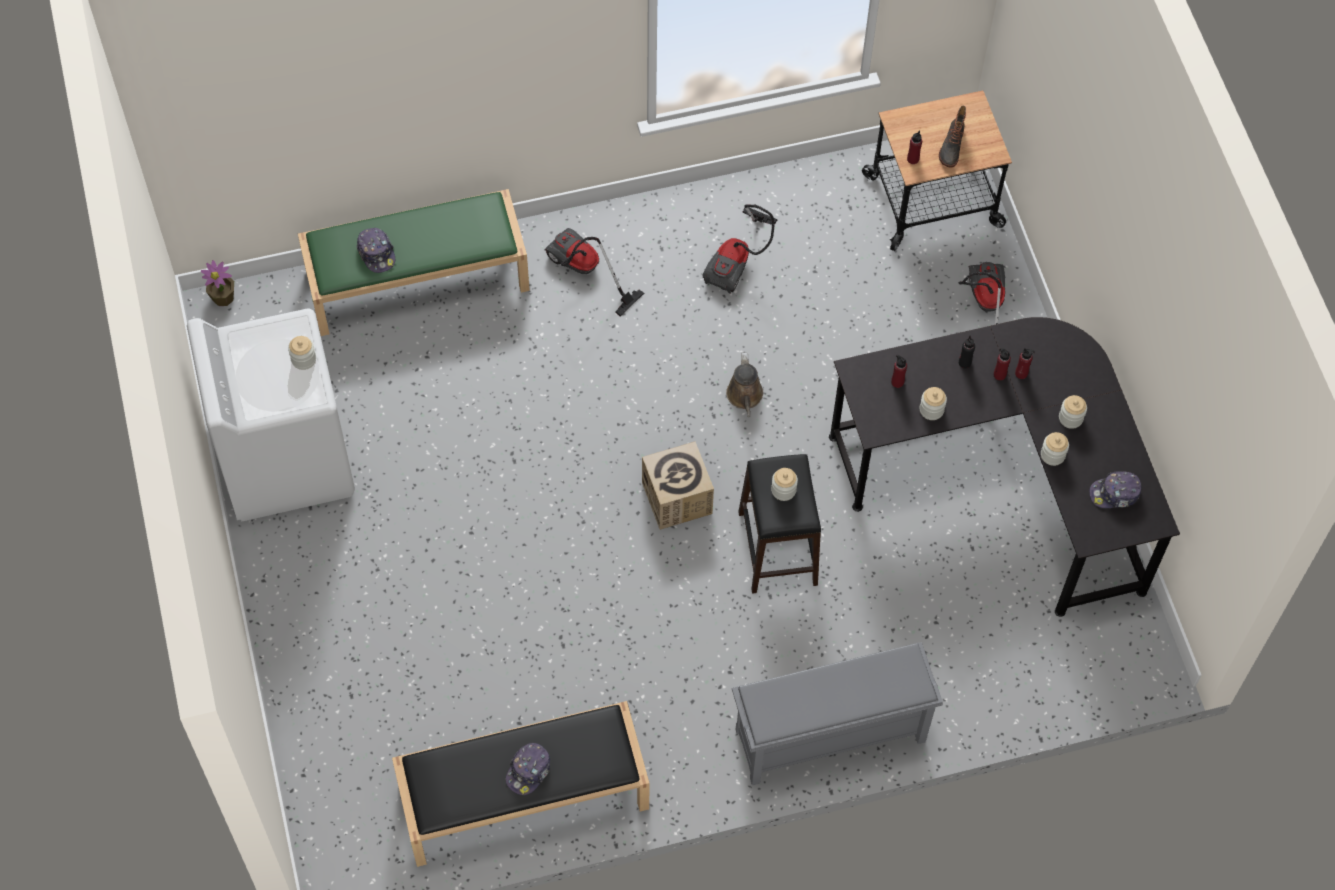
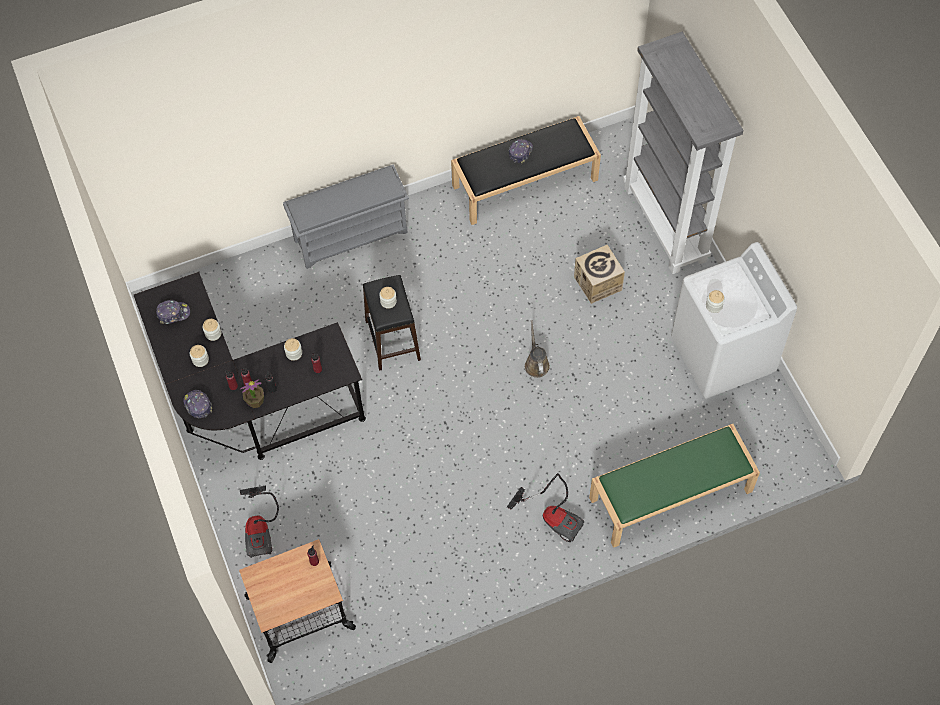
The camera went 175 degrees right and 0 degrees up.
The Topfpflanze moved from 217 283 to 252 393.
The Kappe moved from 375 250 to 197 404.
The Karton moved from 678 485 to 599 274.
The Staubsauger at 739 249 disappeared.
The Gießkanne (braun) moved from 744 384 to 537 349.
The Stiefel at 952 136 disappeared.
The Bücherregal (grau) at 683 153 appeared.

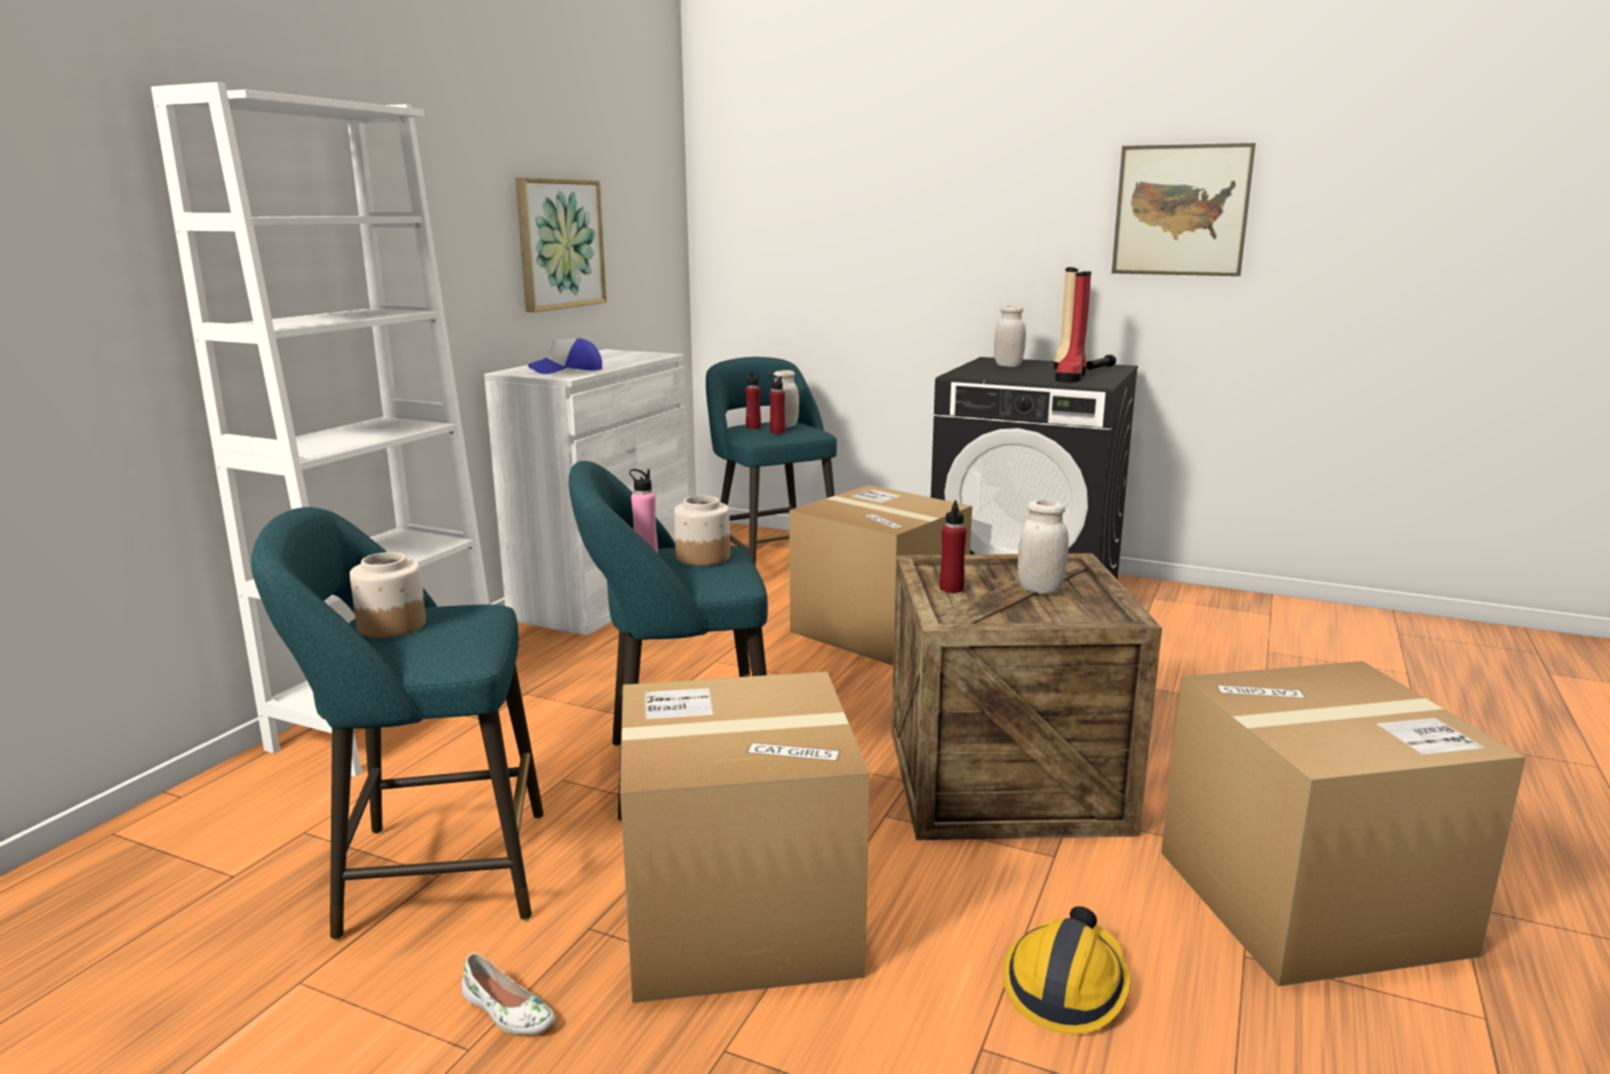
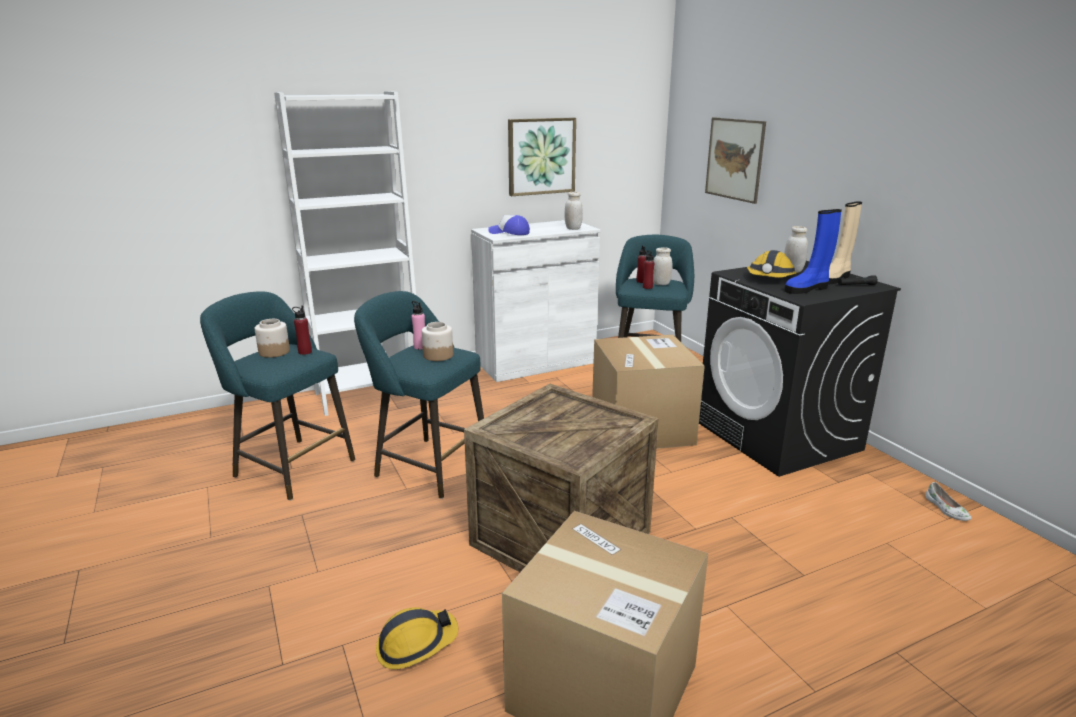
The camera went 40 degrees right and 5 degrees up.
The Schuh (weiß) moved from 508 994 to 948 501.
The Karton at 745 837 disappeared.
The Flasche (rot) moved from 953 547 to 302 330.
The Vorratsglas (weiß) moved from 1043 547 to 574 211.
The Stiefel (rot) at 1073 326 became the Stiefel (blau) at 813 251.
The Bild moved from 1184 209 to 735 160.
The Schutzhelm at 772 264 appeared.

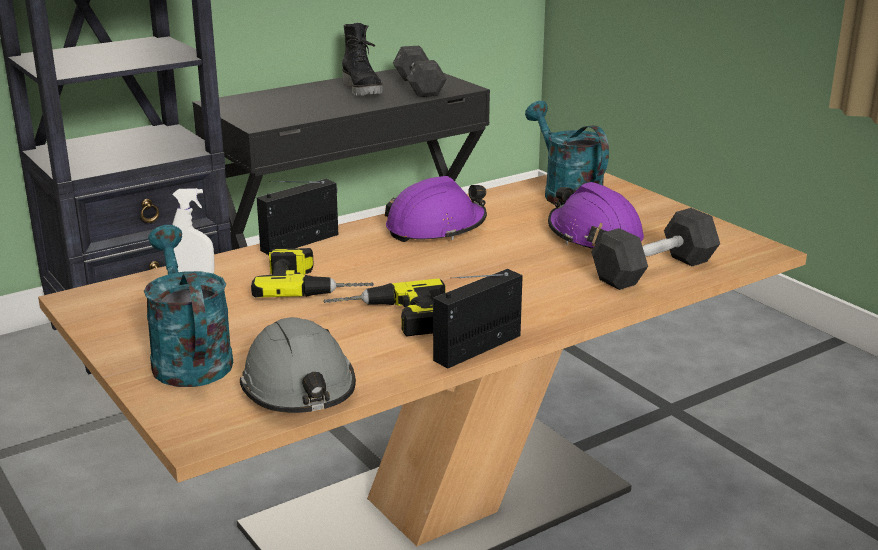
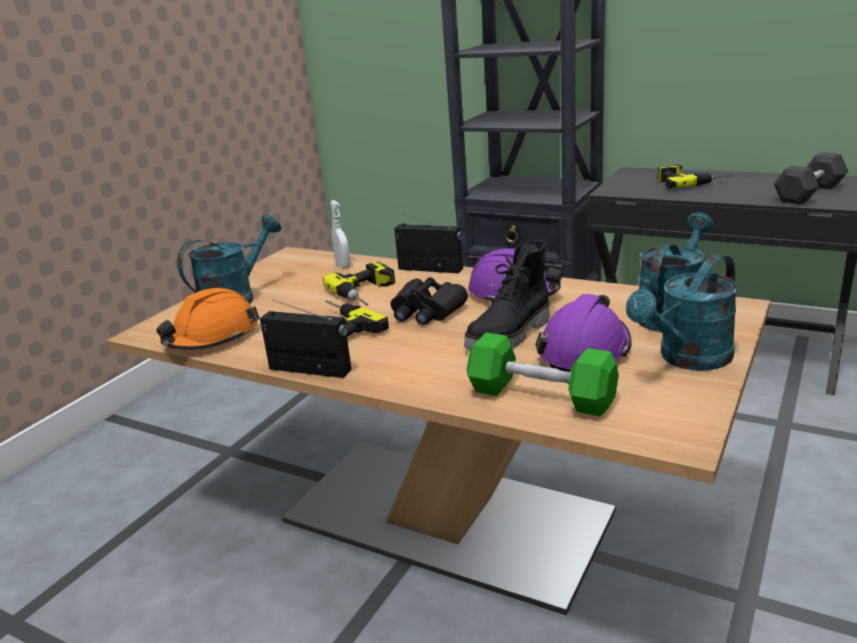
The camera went 65 degrees right and 0 degrees up.
The Schutzhelm (grau) at 298 365 became the Schutzhelm (orange) at 208 319.
The Stiefel (schwarz) moved from 362 59 to 506 295.
The Hantel (grau) at 655 249 became the Hantel (grün) at 542 374.
The Fernglas (schwarz) at 429 301 appeared.
The Gießkanne (türkis) at 682 312 appeared.
The Bohrmaschine at 695 177 appeared.

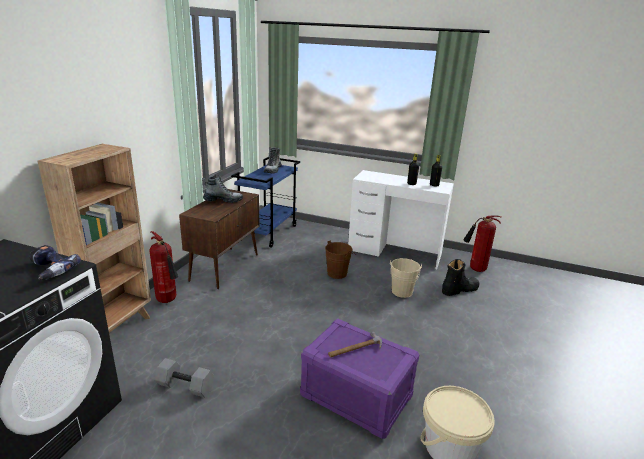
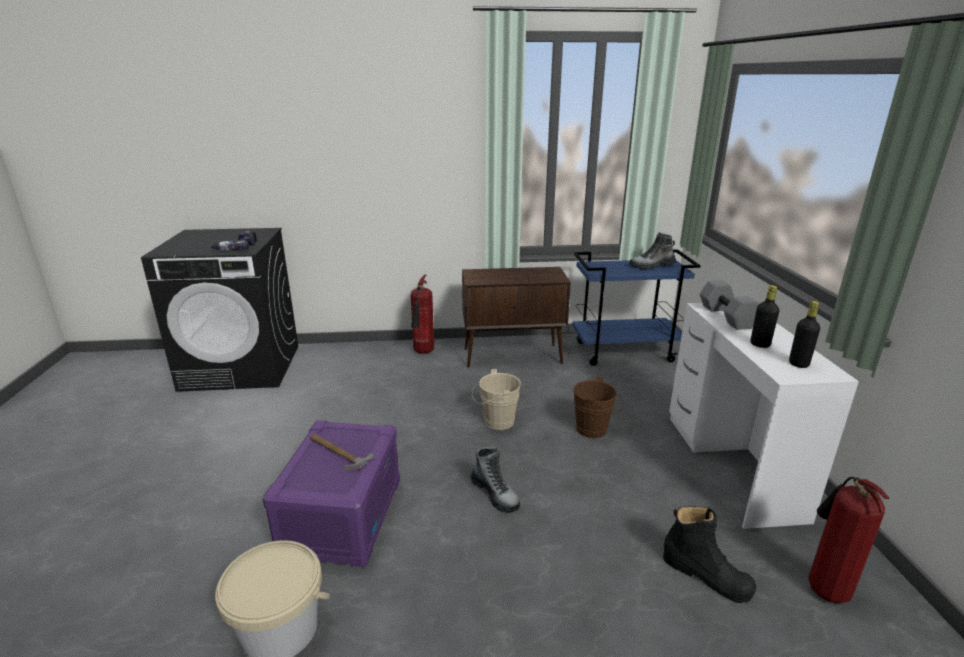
The camera went 65 degrees right and 0 degrees up.
The Bücherregal (braun) at 94 238 disappeared.
The Hantel (grau) moved from 184 378 to 729 305.
The Stiefel moved from 223 188 to 495 480.
The Eimer (beige) moved from 406 278 to 496 399.

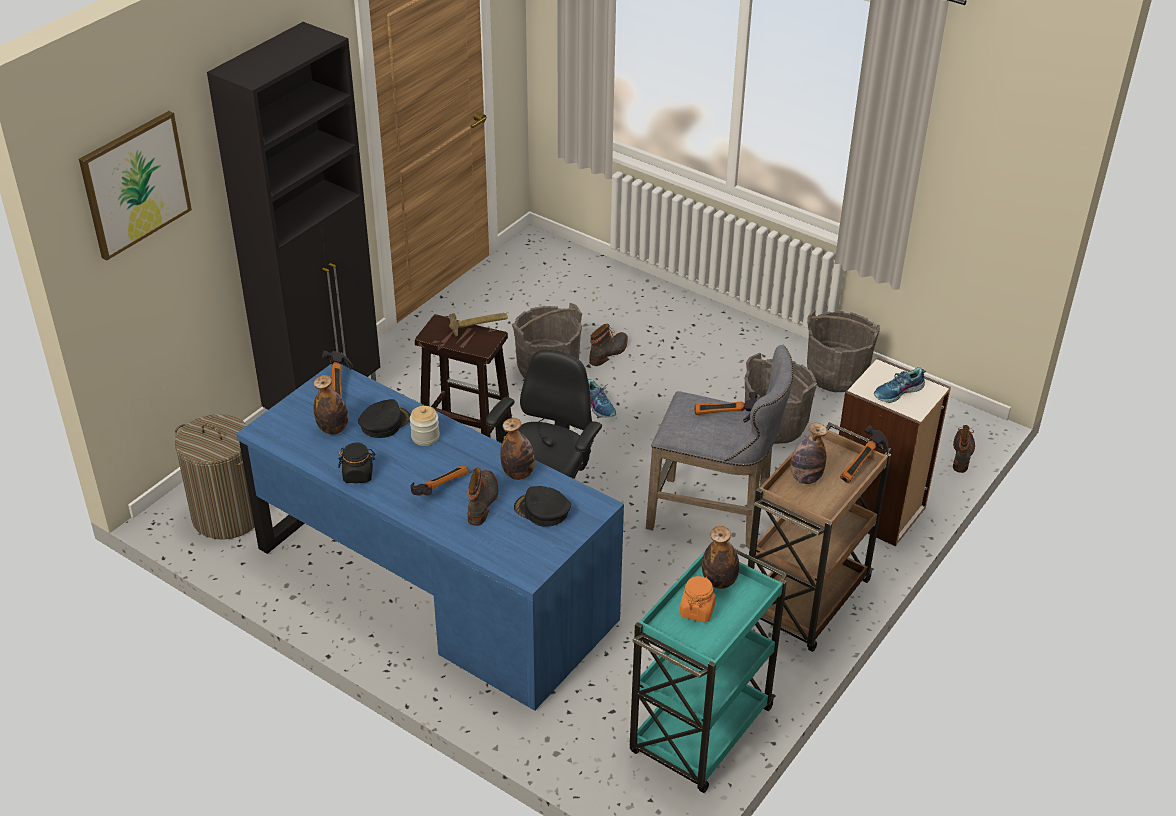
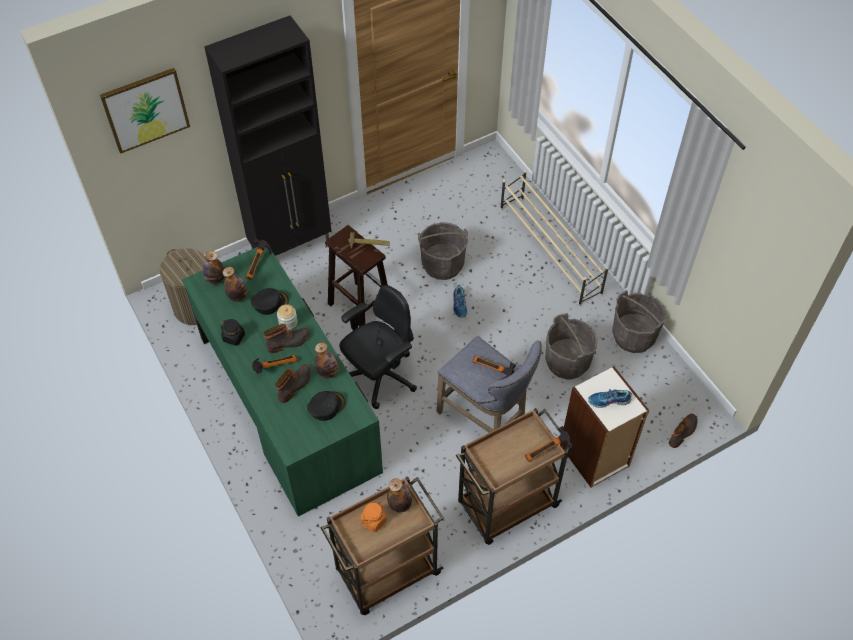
The camera went 25 degrees right and 15 degrees up.
The Schreibtisch (blau) at 430 537 became the Schreibtisch (grün) at 282 382.
The Kappe (schwarz) at 542 506 turned 90 degrees clockwise.
The Stiefel moved from 608 345 to 286 338.
The Rollwagen (türkis) at 708 668 became the Rollwagen (braun) at 382 545.
The Flasche moved from 808 453 to 213 268.
The Schuhregal (beige) at 554 238 appeared.

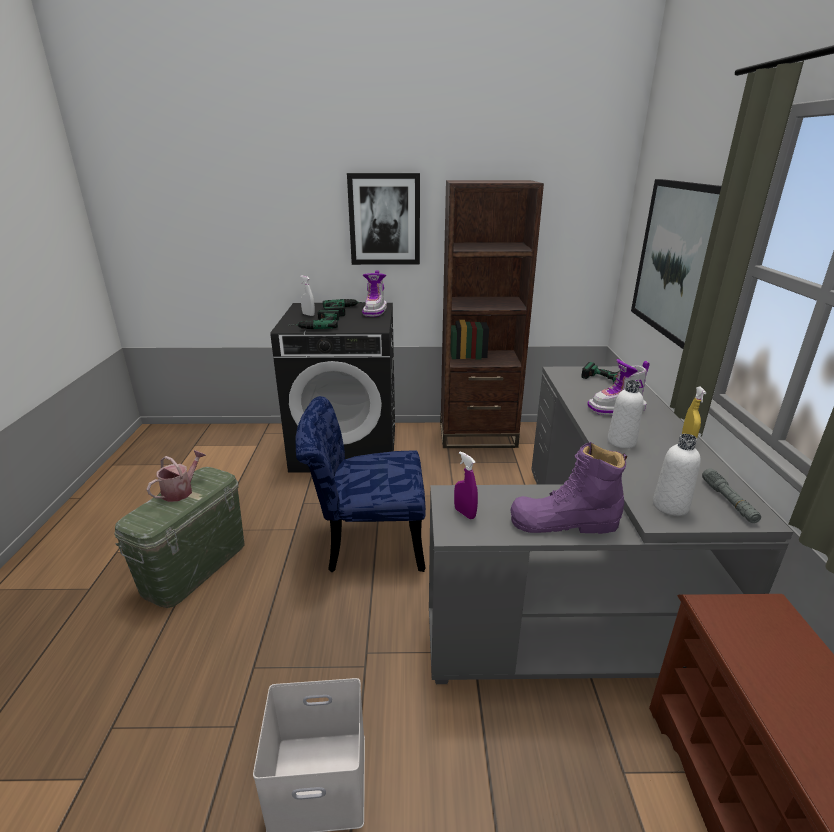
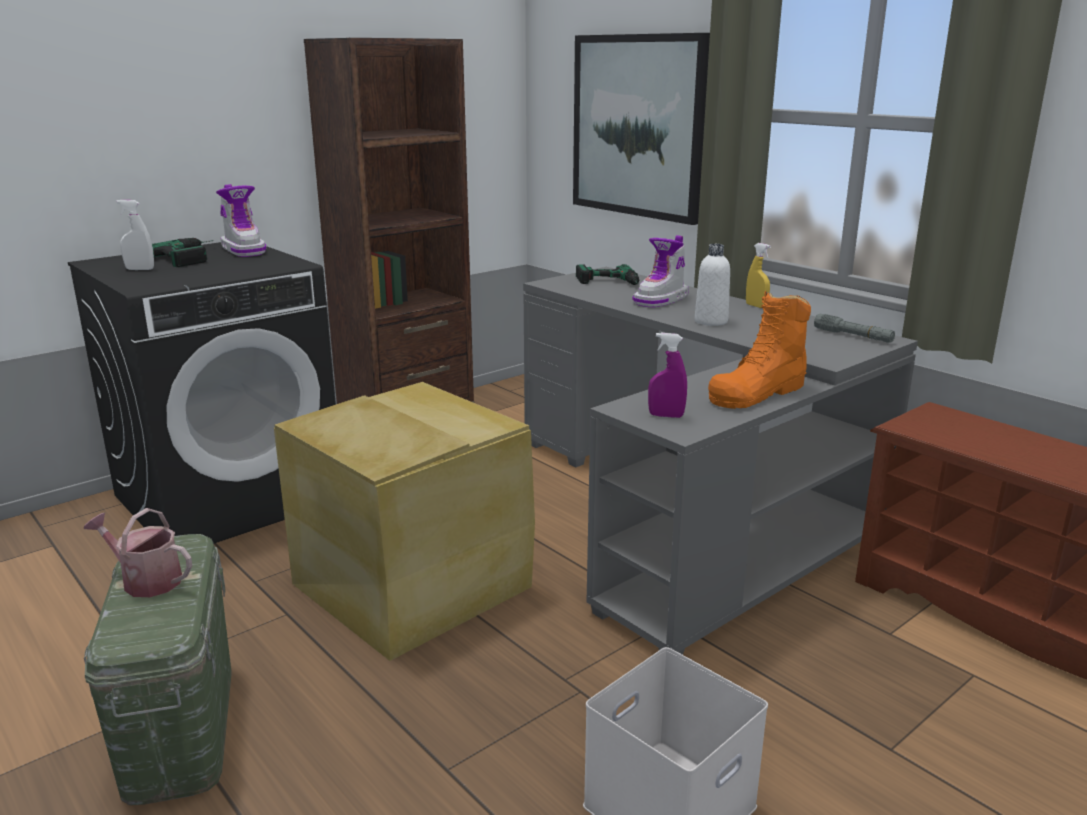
The camera went 40 degrees left and 5 degrees down.
The Gießkanne at 176 476 turned 60 degrees counterclockwise.
The Bohrmaschine at 317 319 disappeared.
The Stuhl (blau) at 361 484 was replaced by the Aufbewahrungsbox (beige) at 404 521.
The Bild at 383 219 disappeared.
The Stiefel (lila) at 568 488 became the Stiefel (orange) at 759 350.
The Flasche (weiß) at 677 475 disappeared.

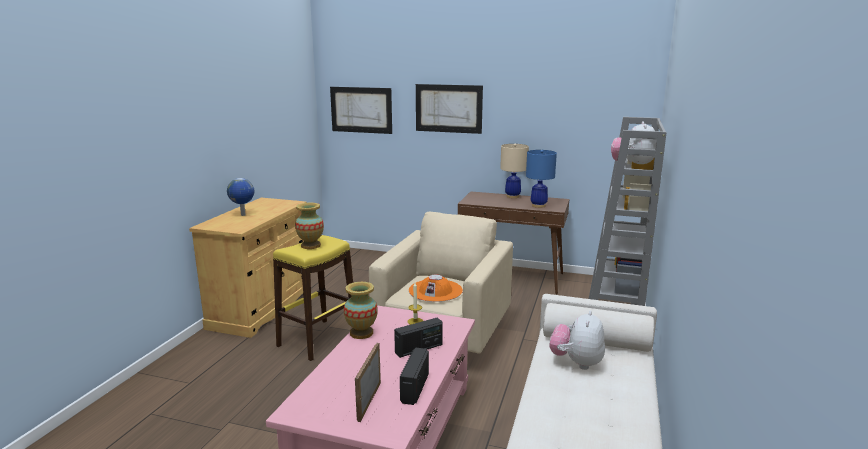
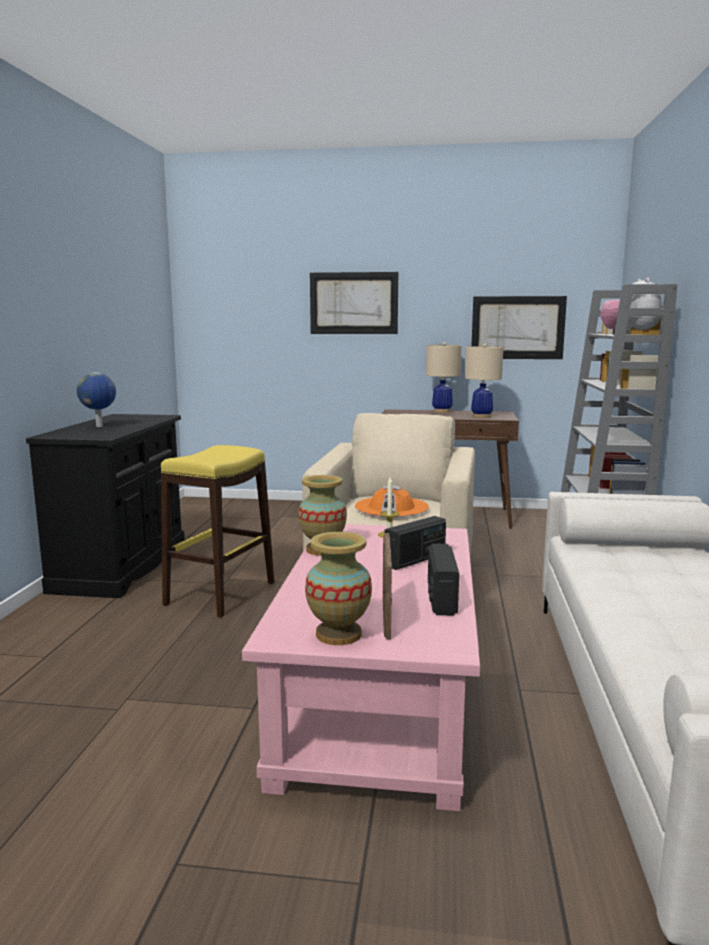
The camera went 10 degrees left and 5 degrees down.
The Schrank (beige) at 247 268 became the Schrank (schwarz) at 105 506.
The Vase moved from 309 226 to 338 588.
The Bild moved from 361 110 to 519 327.
The Tischlampe (blau) at 541 179 became the Tischlampe (beige) at 484 381.
The Plüschtier at 577 340 disappeared.

